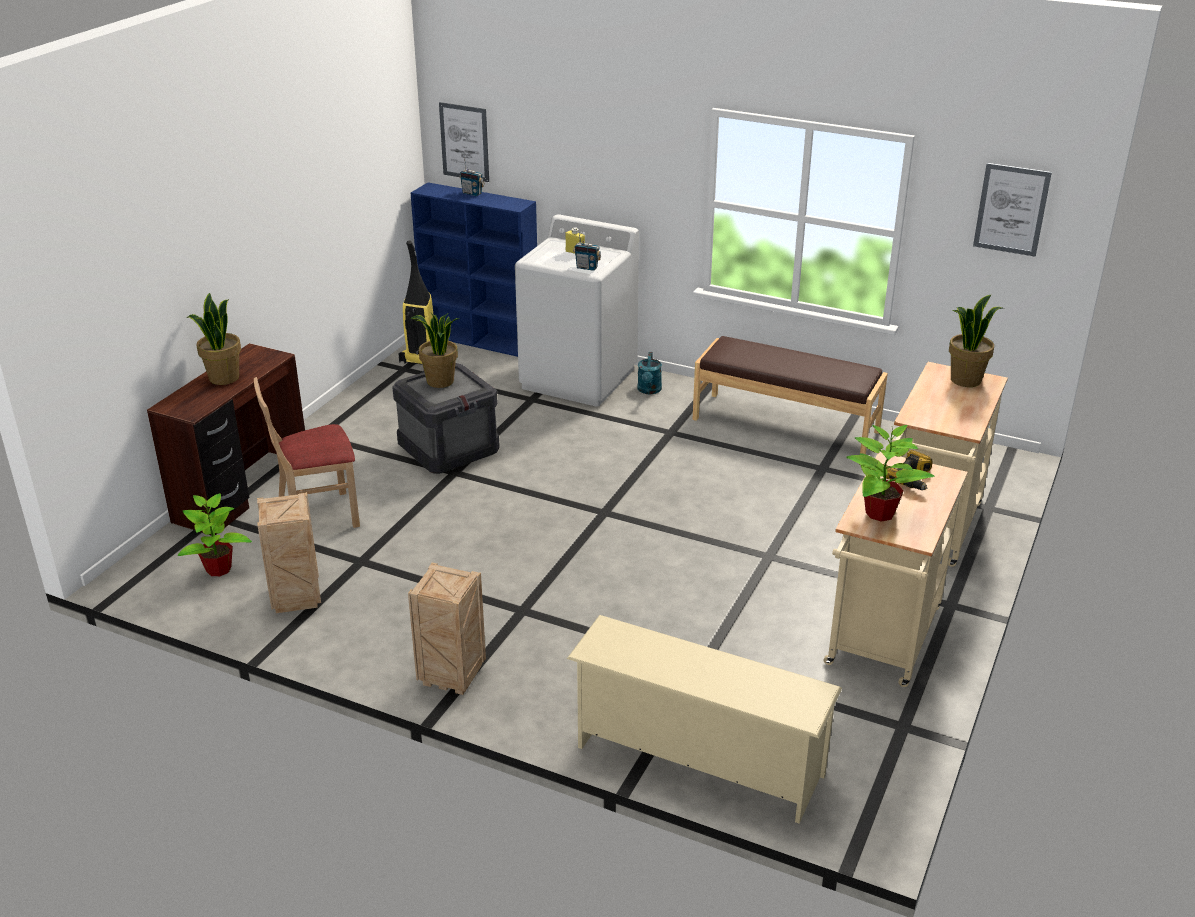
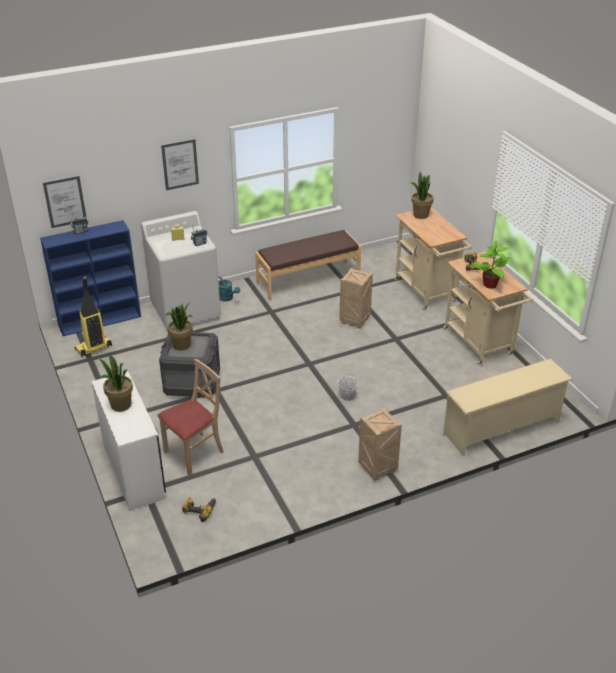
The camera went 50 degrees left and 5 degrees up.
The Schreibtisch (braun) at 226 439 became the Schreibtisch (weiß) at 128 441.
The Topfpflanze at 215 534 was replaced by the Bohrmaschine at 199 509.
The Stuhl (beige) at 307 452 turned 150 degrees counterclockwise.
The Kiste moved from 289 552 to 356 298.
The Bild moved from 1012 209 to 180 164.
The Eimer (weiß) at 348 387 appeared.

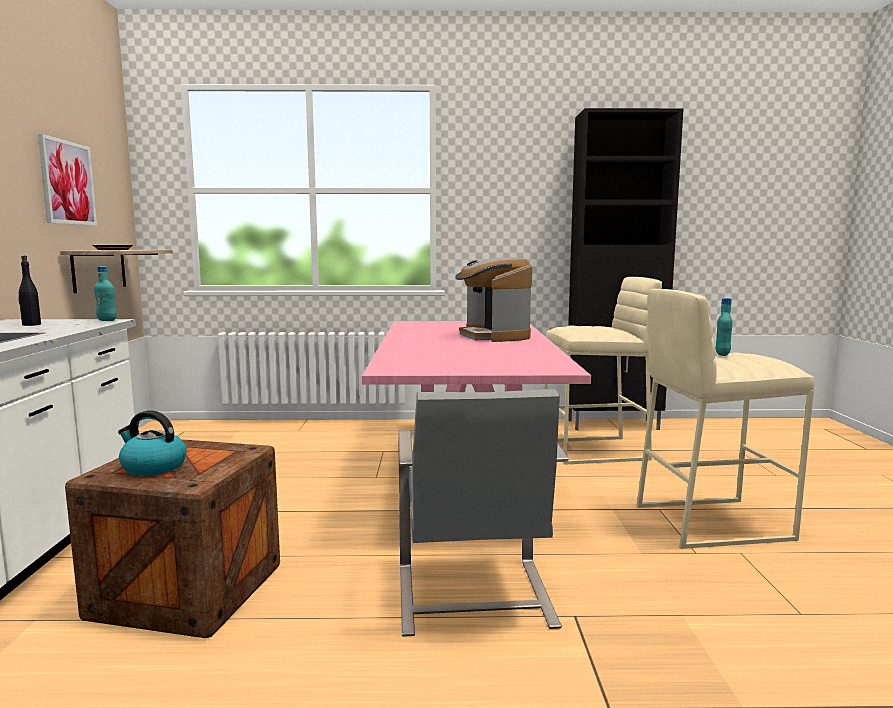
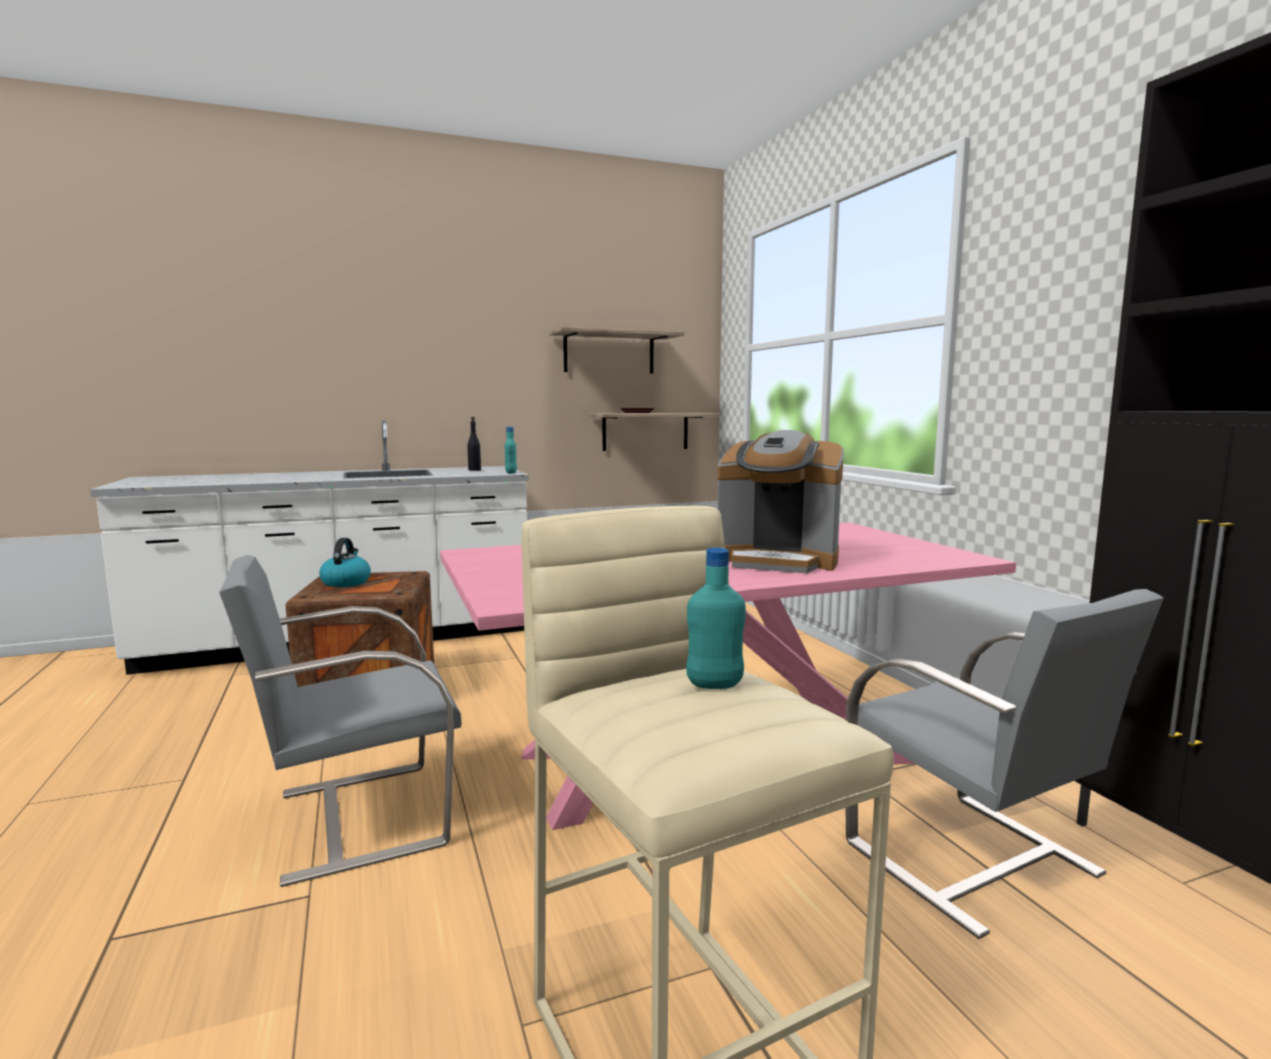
The camera went 70 degrees right and 0 degrees up.
The Bild at 67 180 was replaced by the Wandregal at 617 350.
The Kaffeemaschine at 493 299 turned 120 degrees counterclockwise.
The Hocker (beige) at 603 371 was replaced by the Stuhl (grau) at 1005 764.

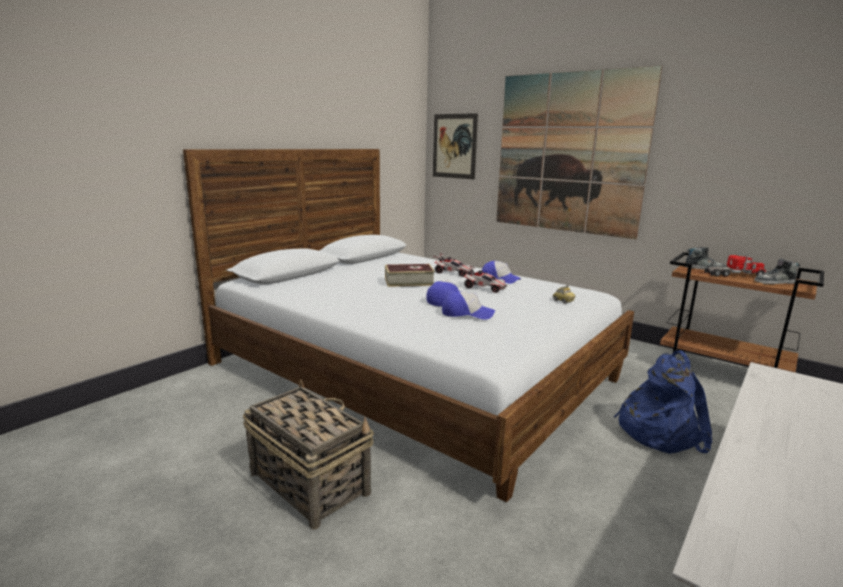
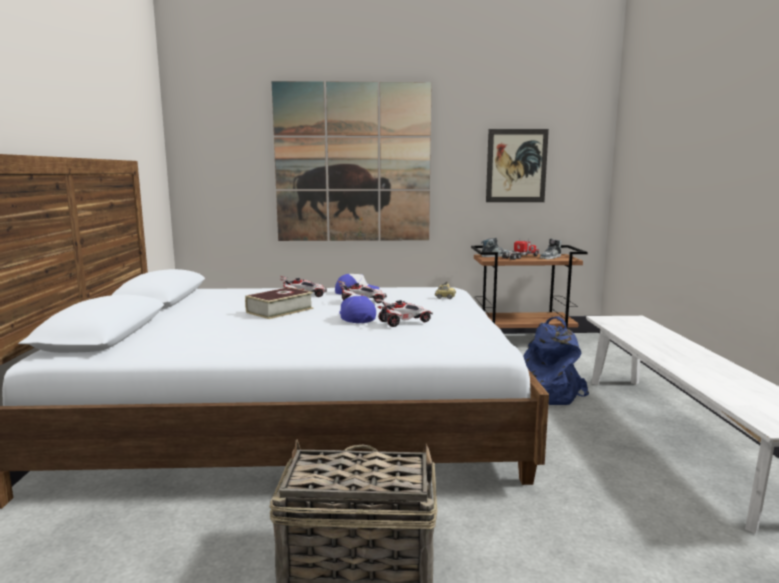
The camera went 40 degrees left and 5 degrees down.
The Bild moved from 455 146 to 517 165.
The Kappe at 468 305 was replaced by the Spielzeugauto at 404 313.

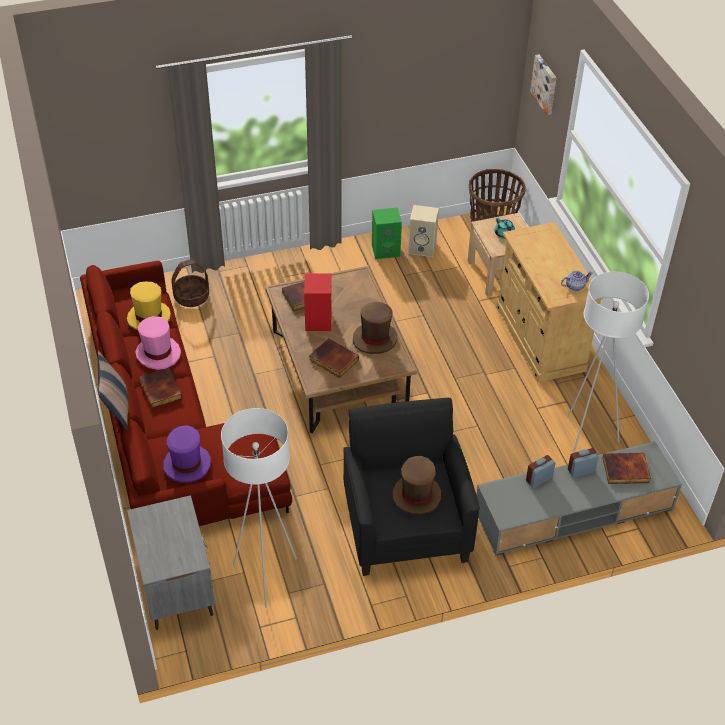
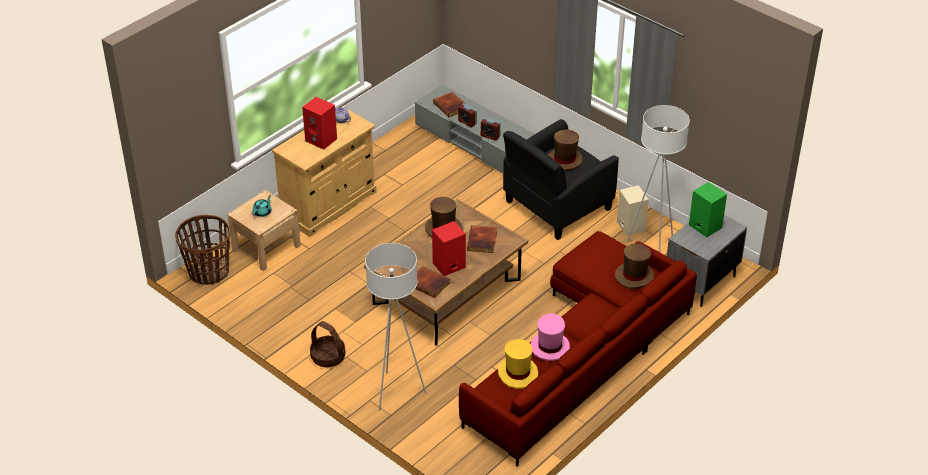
The camera went 120 degrees left and 5 degrees down.
The Kissen at 113 390 disappeared.
The Buch at 160 388 disappeared.
The Hut (lila) at 187 454 became the Hut (braun) at 634 266.
The Korb moved from 190 283 to 327 344.
The Lautsprecher (grün) moved from 387 233 to 708 209.
The Lautsprecher (beige) moved from 423 231 to 633 210.
The Bild at 543 85 disappeared.
The Stehlampe (weiß) moved from 608 362 to 395 327.
The Lautsprecher (rot) at 319 123 appeared.

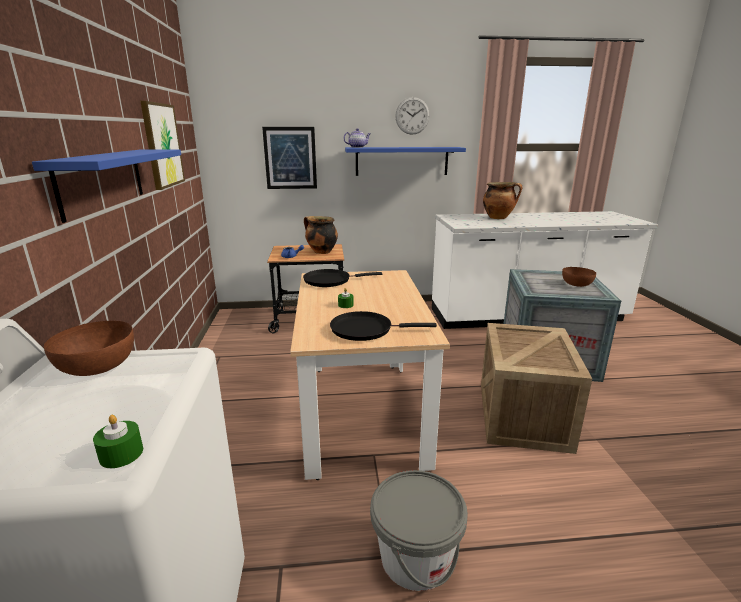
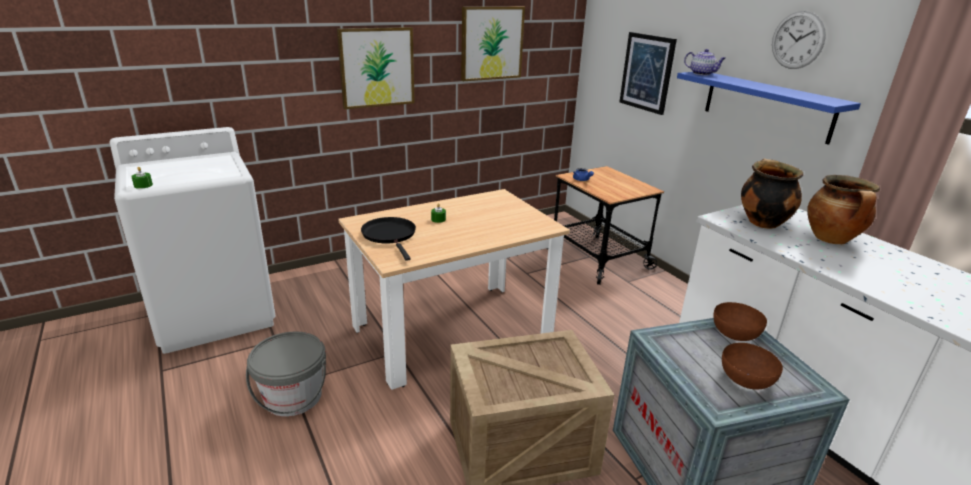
The camera went 65 degrees right and 5 degrees up.
The Wandregal (blau) at 106 186 was replaced by the Bild at 376 68.
The Schüssel (braun) moved from 89 348 to 740 321.
The Pfanne (schwarz) at 342 278 disappeared.
The Kochtopf moved from 321 235 to 772 194.

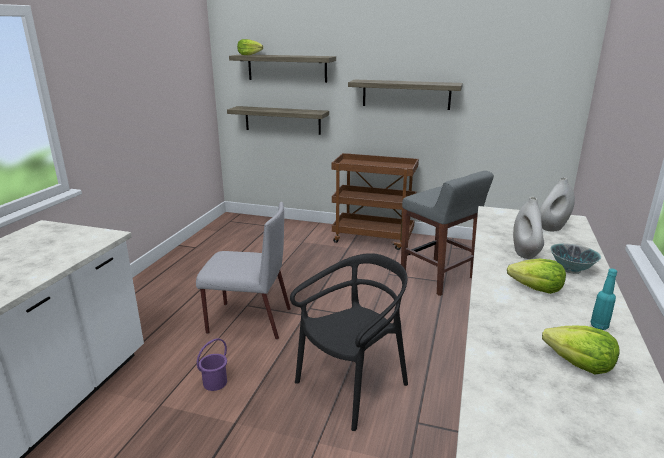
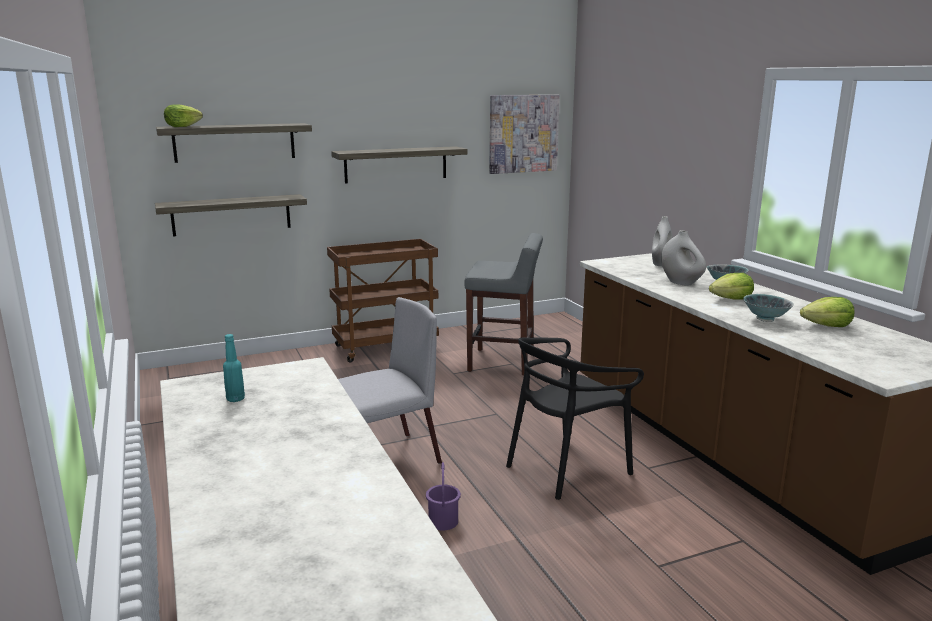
The camera went 40 degrees left and 5 degrees down.
The Stuhl (schwarz) at 349 342 turned 135 degrees counterclockwise.
The Flasche (türkis) moved from 603 299 to 234 368.
The Bild at 524 134 appeared.
The Schüssel at 768 308 appeared.

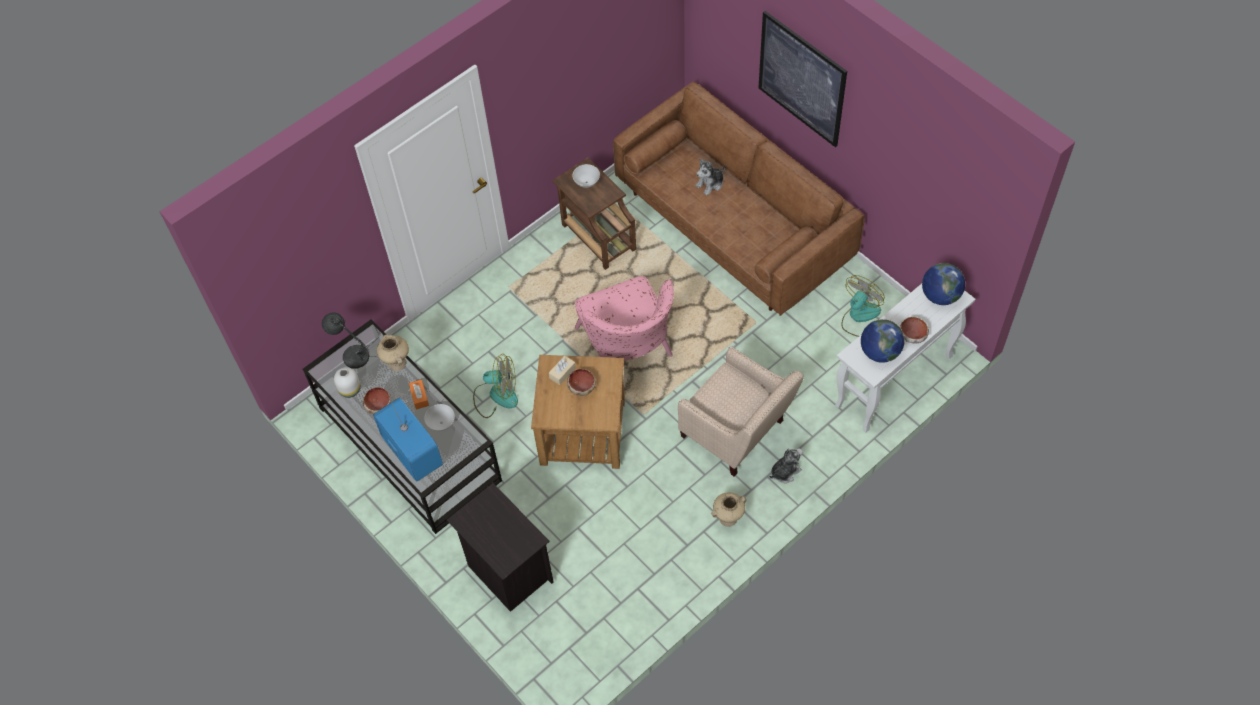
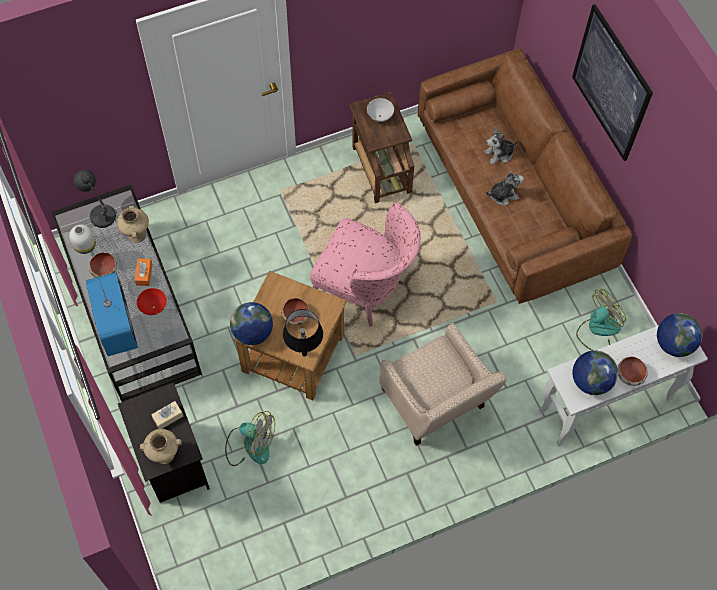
The camera went 15 degrees right and 5 degrees up.
The Schüssel (weiß) at 439 417 became the Schüssel (rot) at 152 301.
The Ventilator moved from 495 386 to 250 438.
The Taschentuchbox (beige) moved from 562 370 to 167 415.
The Sessel (rosa) at 624 318 turned 60 degrees counterclockwise.
The Vase (beige) moved from 729 509 to 161 446.
The Plüschtier moved from 786 465 to 505 188.
The Globus at 251 323 appeared.
The Tischlampe (schwarz) at 303 333 appeared.

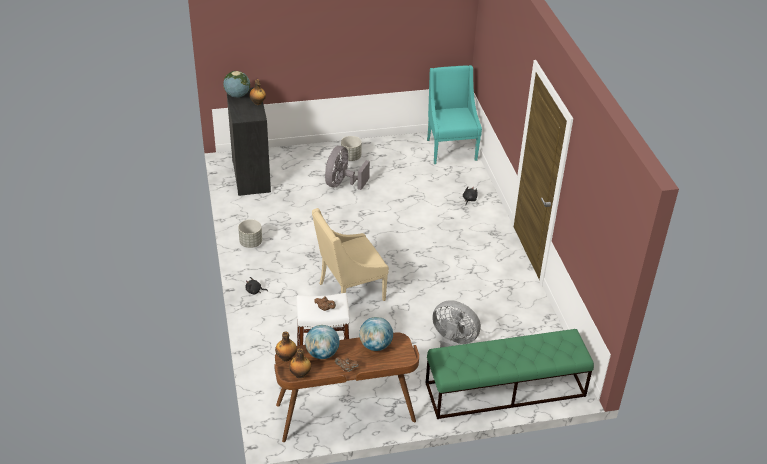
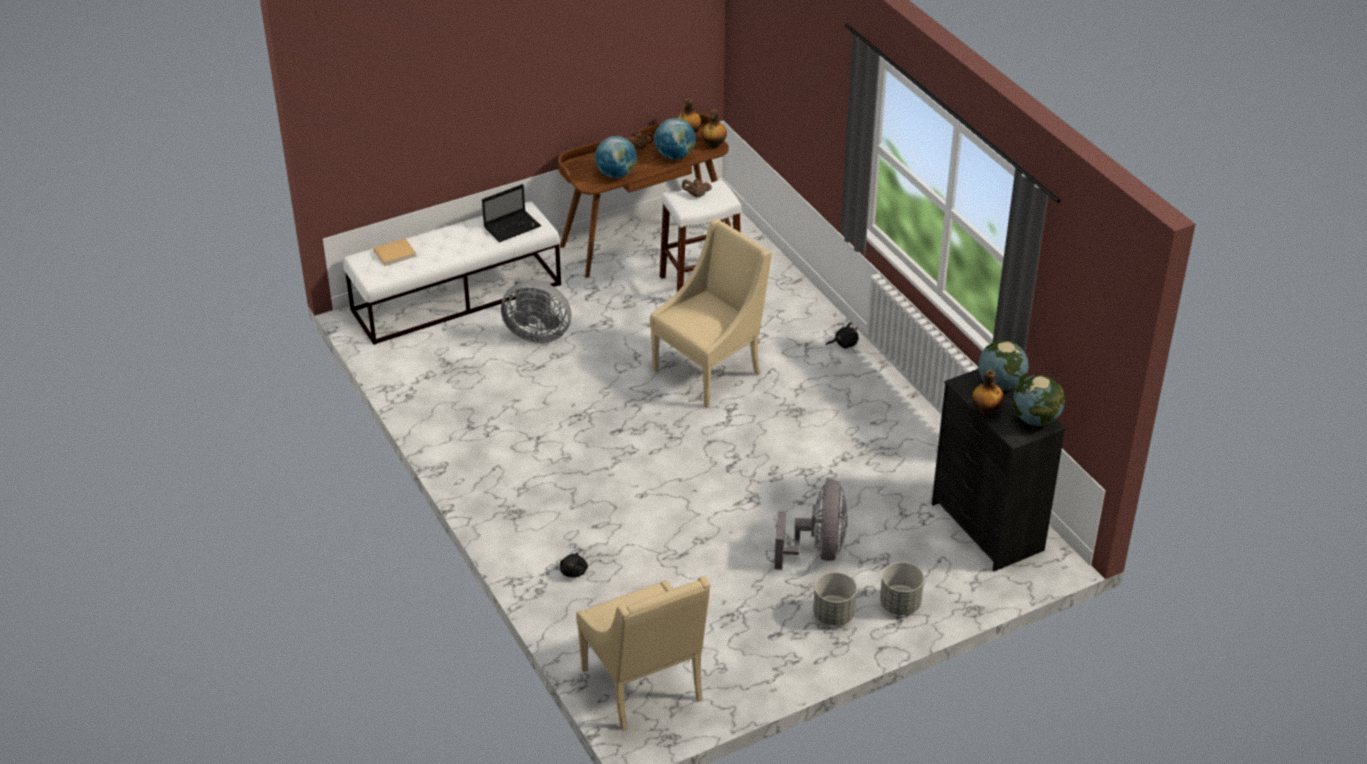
The camera went 165 degrees right and 0 degrees up.
The Pflanzkübel (grau) moved from 250 233 to 902 588.
The Bank (grün) at 510 374 became the Bank (weiß) at 452 273.
The Sessel (türkis) at 454 114 became the Sessel (beige) at 643 653.
The Buch (beige) at 395 252 appeared.
The Laptop at 511 213 appeared.
The Globus at 1003 365 appeared.

